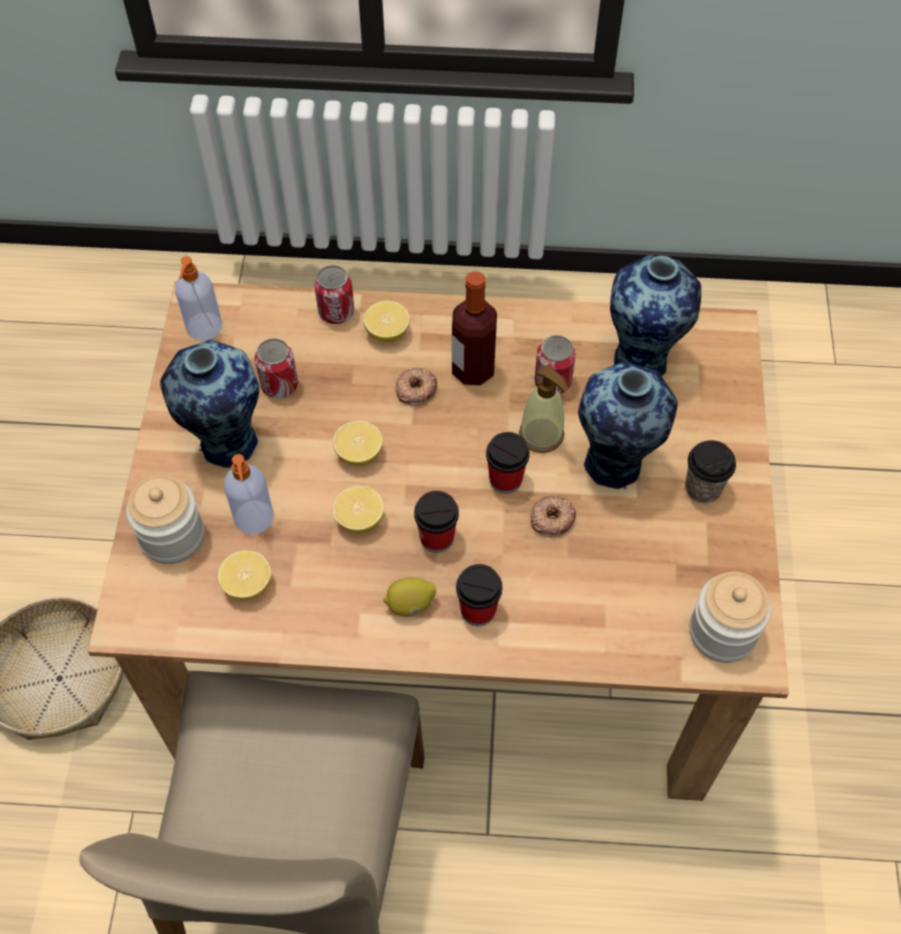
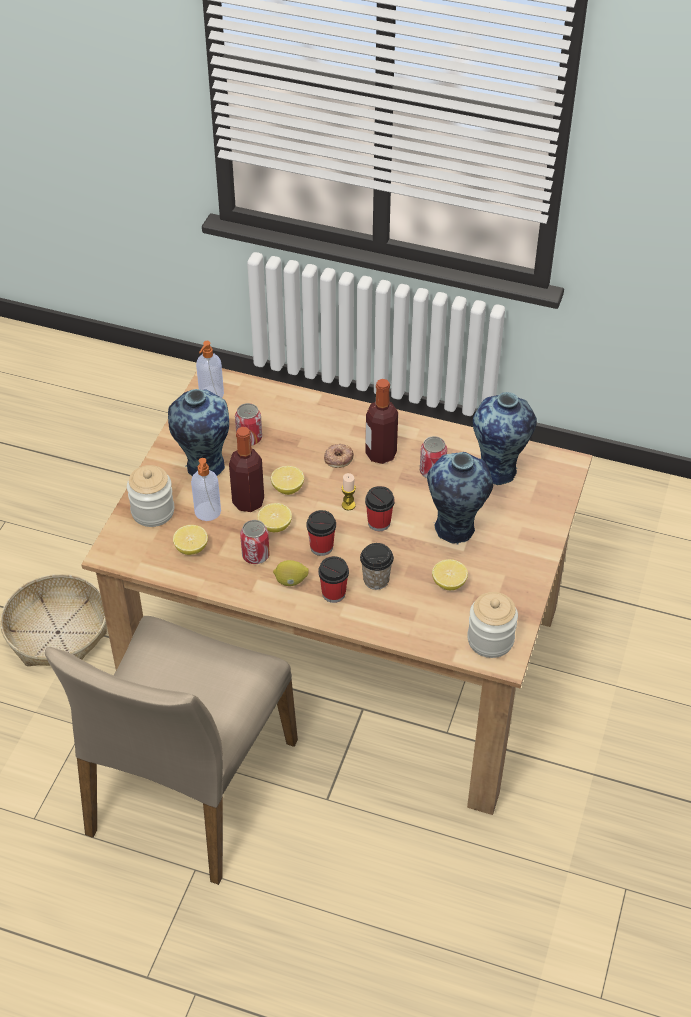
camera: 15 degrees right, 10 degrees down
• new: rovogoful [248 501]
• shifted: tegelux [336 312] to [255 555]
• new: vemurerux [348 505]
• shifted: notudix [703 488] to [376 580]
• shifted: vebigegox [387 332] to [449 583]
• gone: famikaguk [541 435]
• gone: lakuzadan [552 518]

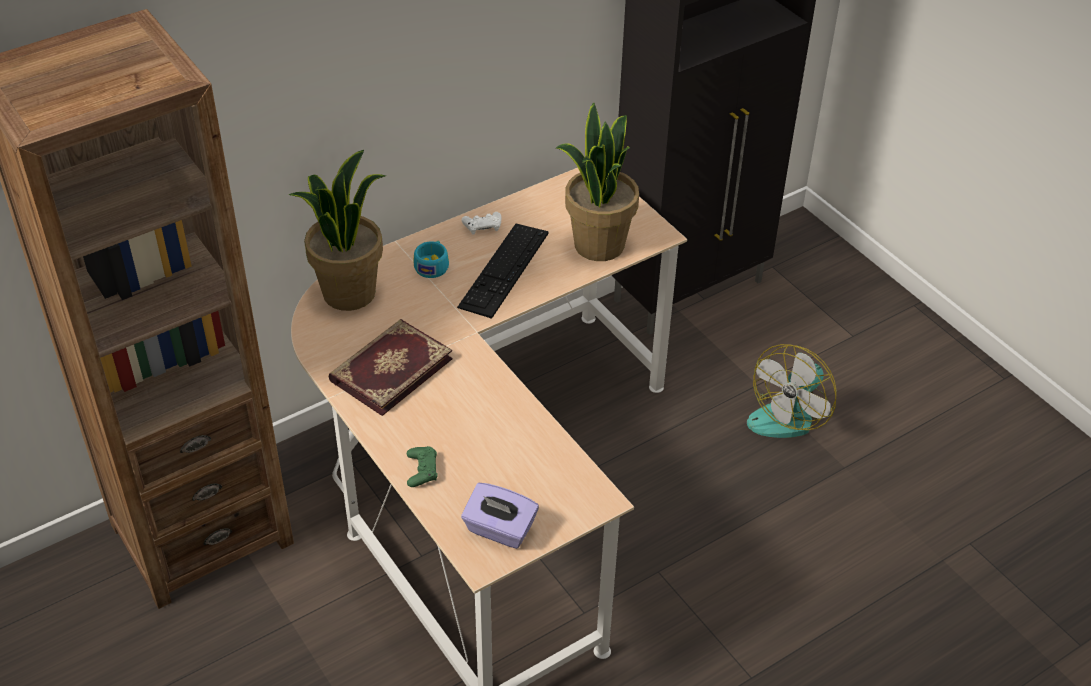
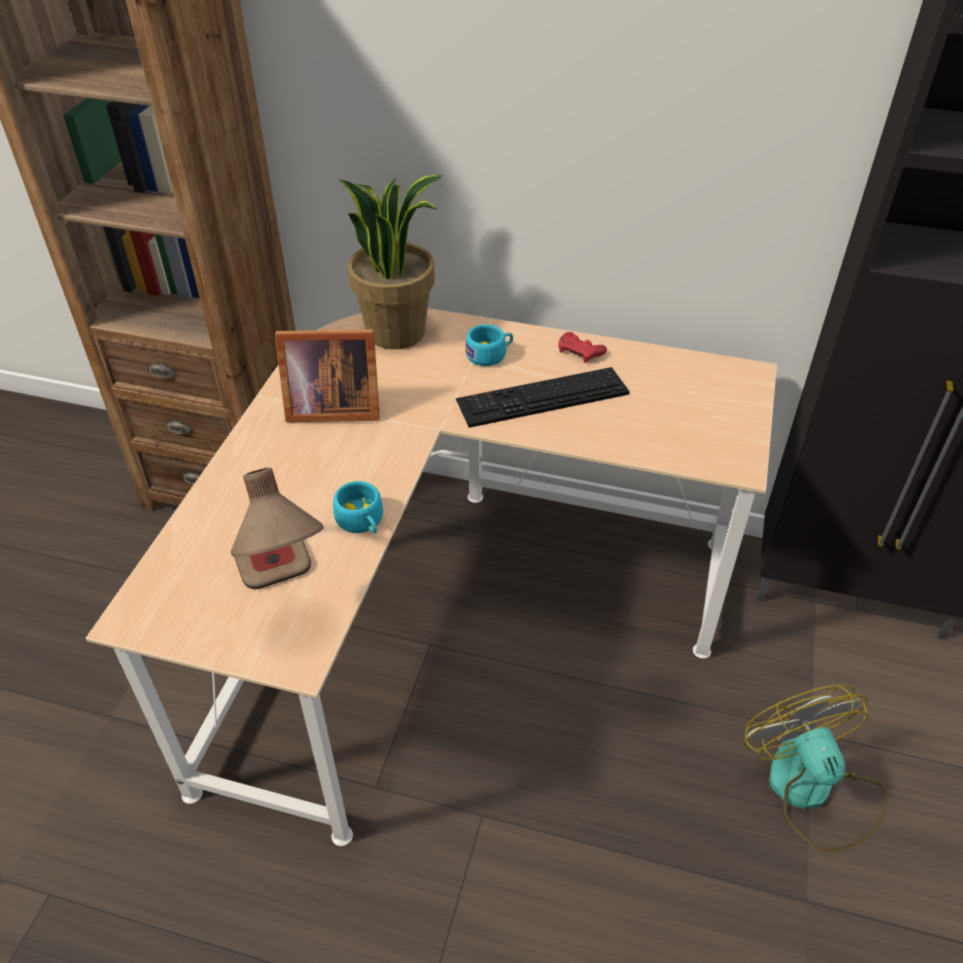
camera: 50 degrees right, 0 degrees up
• new: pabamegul [284 588]
• swapped: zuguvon [390 369] to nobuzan [330 407]
• new: notudix (turquoise) [362 522]
• repainted: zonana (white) [482 226] to zonana (red) [580 352]
• rotated: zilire [789 413] = [812 789] 75 degrees clockwise
• gone: zonana (green) [422 470]
• gone: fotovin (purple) [499 530]
• gone: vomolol [598 244]

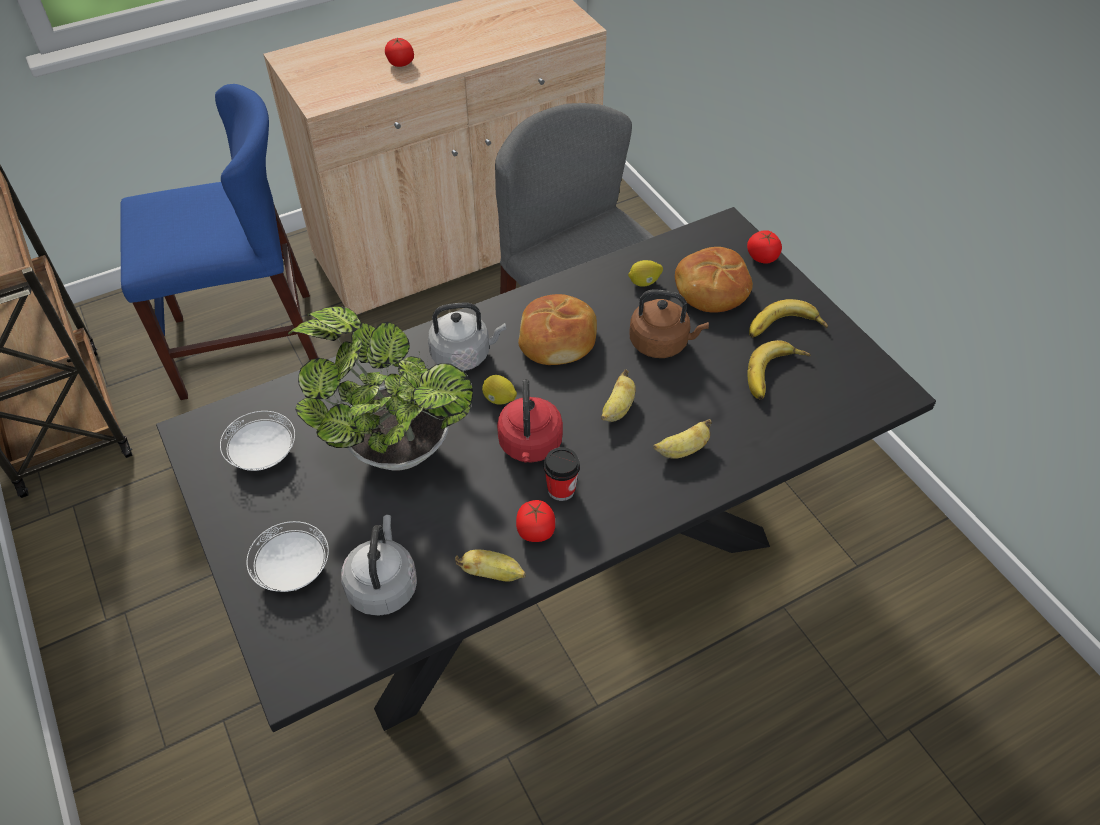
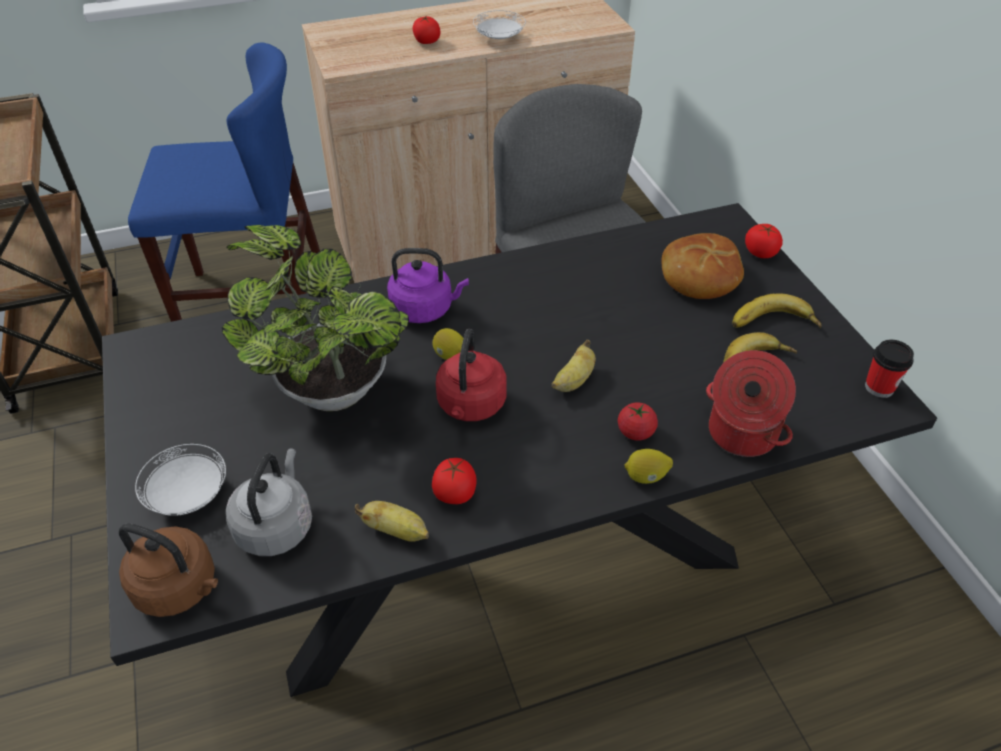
camera: 10 degrees right, 5 degrees down
• shifted: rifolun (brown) [661 343] to [180 588]
• repainted: rifolun (grey) [464 355] to rifolun (purple) [425 309]
• shifted: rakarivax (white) [263 454] to [499 38]
• swapped: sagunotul [682 450] to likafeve [635 432]
• shifted: vebigegox [644 282] to [646 477]
• new: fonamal [740 434]
• shifted: notudix [561 489] to [879 387]
• gone: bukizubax [558 339]

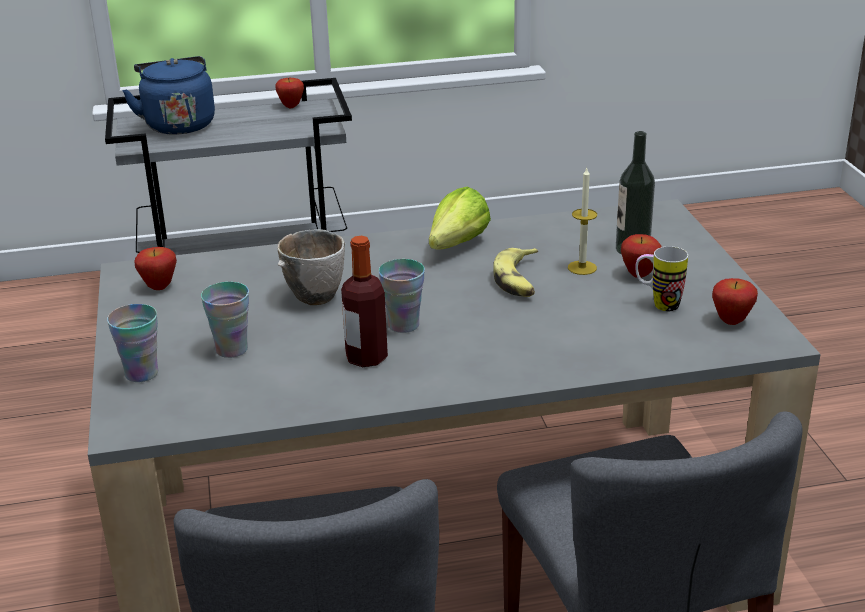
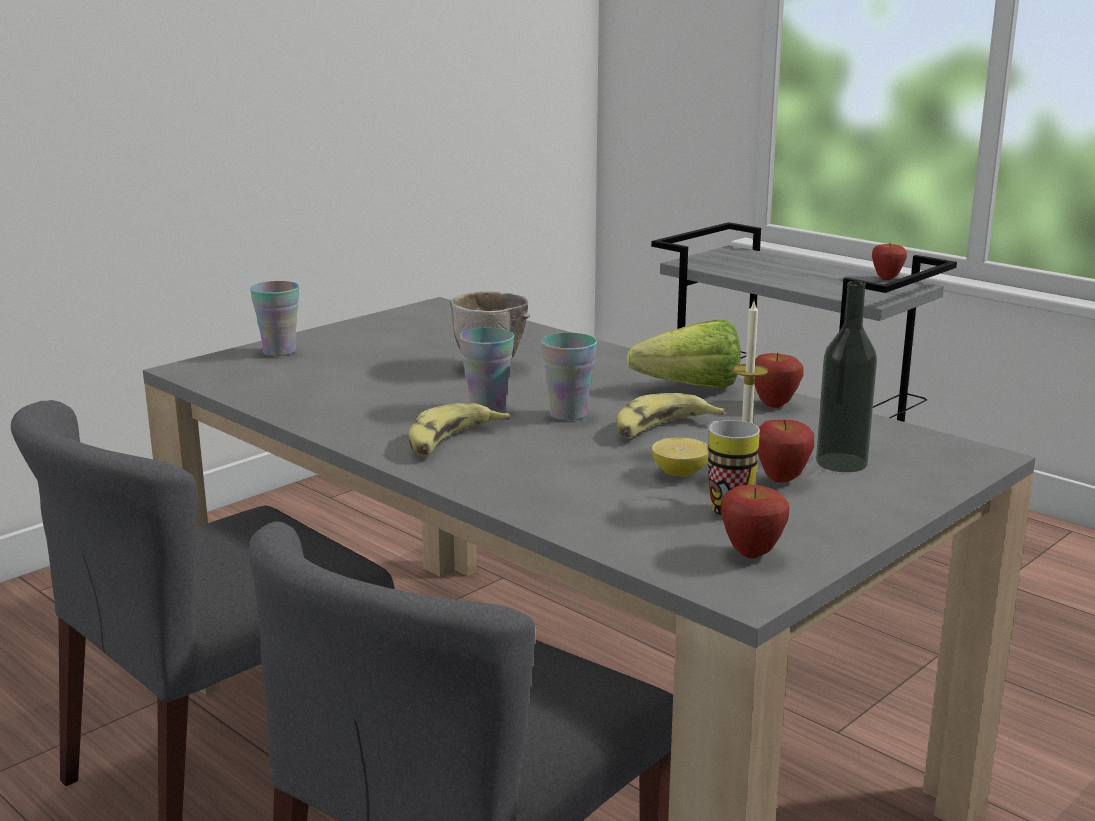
camera: 55 degrees right, 10 degrees down
• new: sagunotul [452 442]
• shifted: notudix [231 349] to [568 414]
• new: vebigegox [680 473]
• shifted: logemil [159 287] to [774 405]
• gone: rifolun (blue) [178 124]
• gone: rovogoful [366 358]

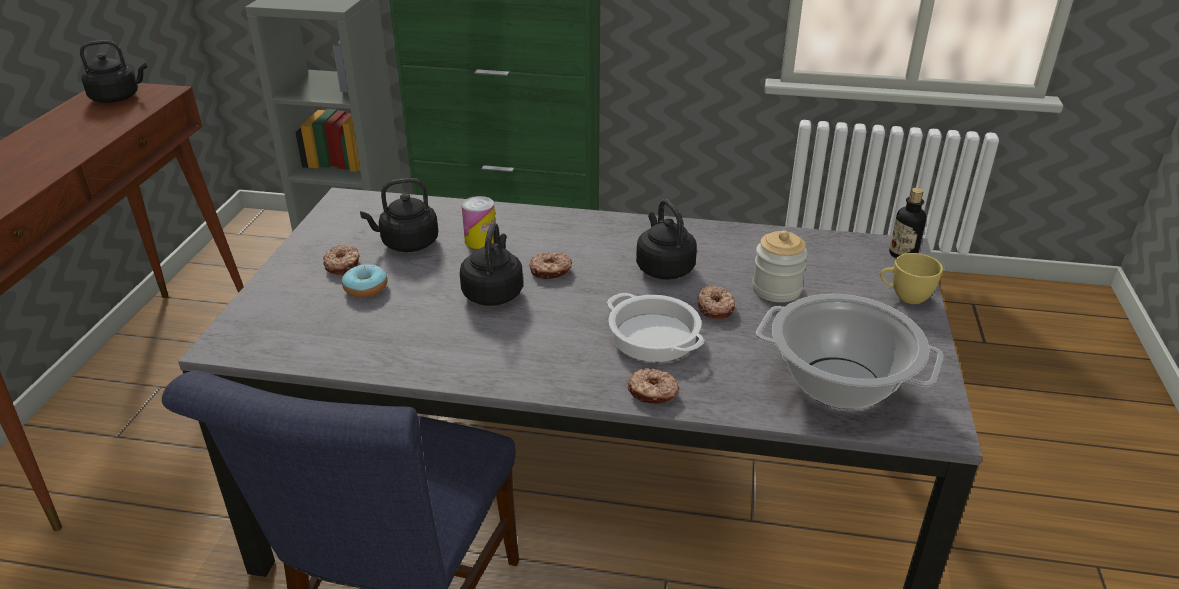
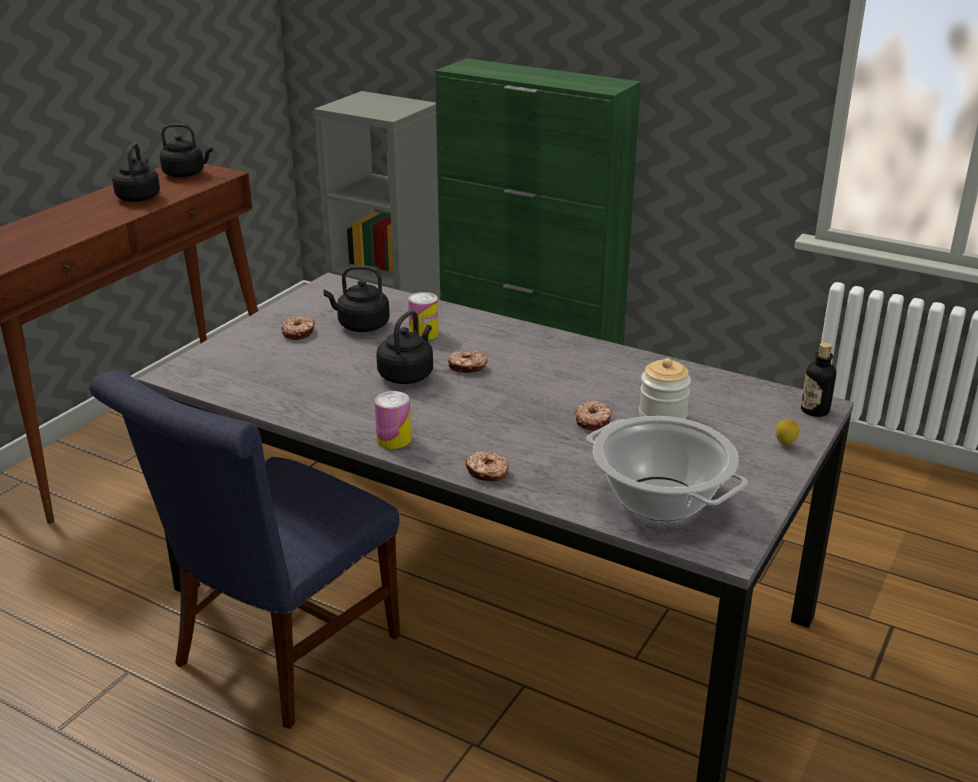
camera: 20 degrees right, 5 degrees down
• shifted: rifolun (black) [663 267] to [139 197]
• new: tegelux [394 439]
• swapped: notudix (yellow) [905 296] to vebigegox [785 445]
• gone: lakuzadan [366 288]
• gone: fonamal [655 336]

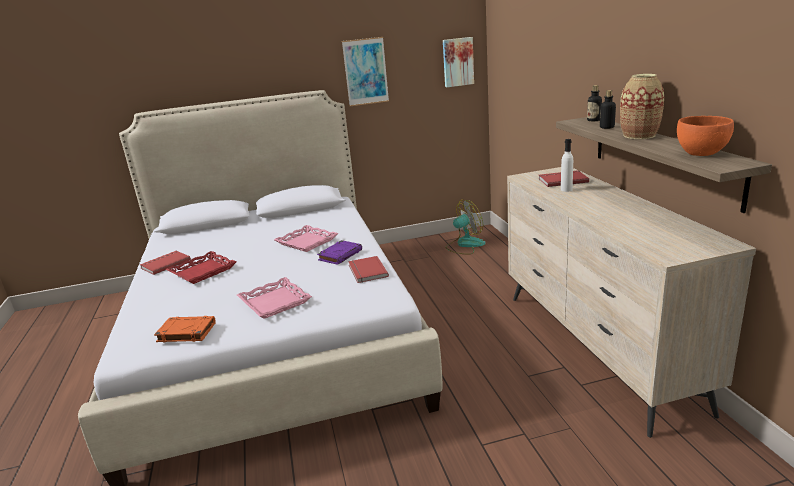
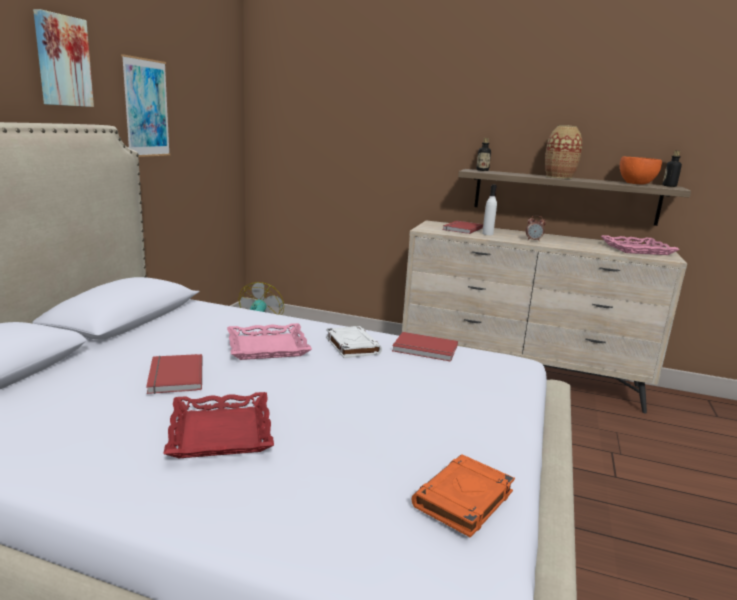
camera: 60 degrees left, 5 degrees down
• shifted: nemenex [457 62] to [62 61]
• shifted: zuguvon (red) [165 264] to [173 376]
• repainted: zuguvon (purple) [340 255] to zuguvon (white) [352 345]
• new: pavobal [533 240]
• shifted: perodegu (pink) [274 302] to [637 249]
• shifted: rovogoful [607 127] to [669 186]

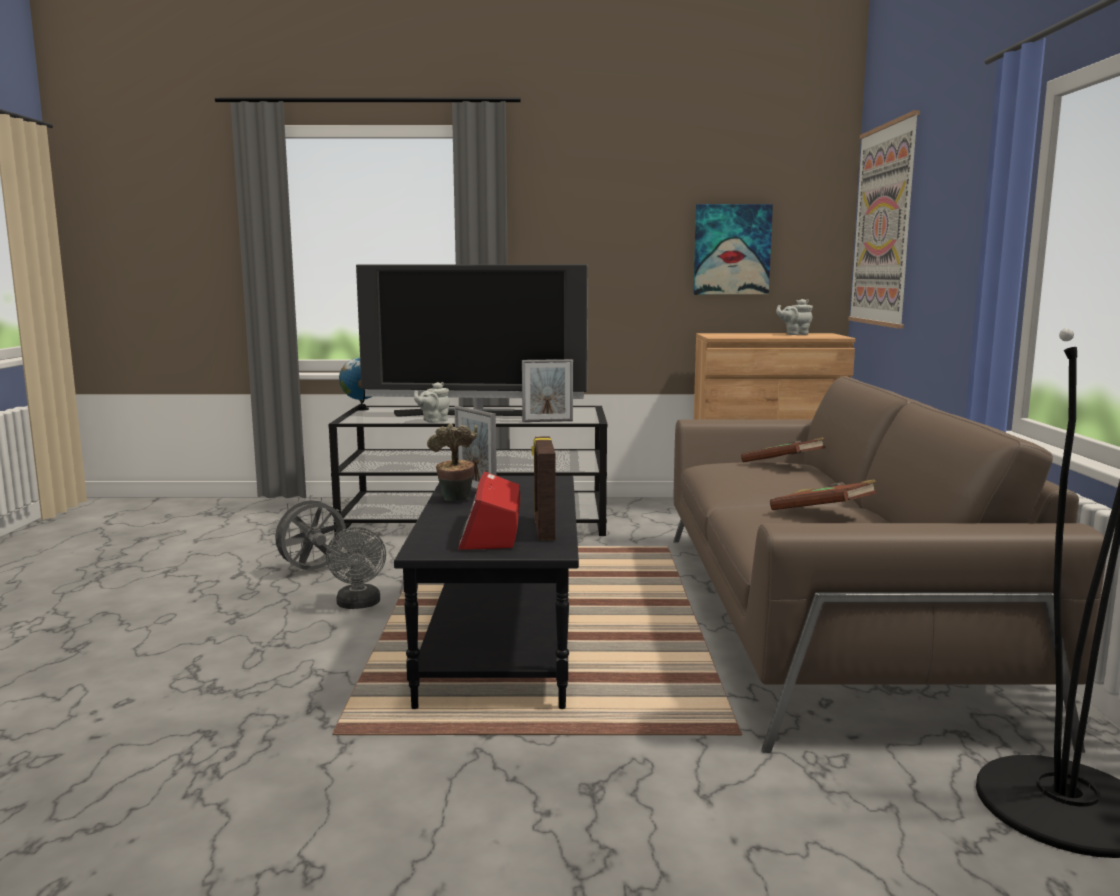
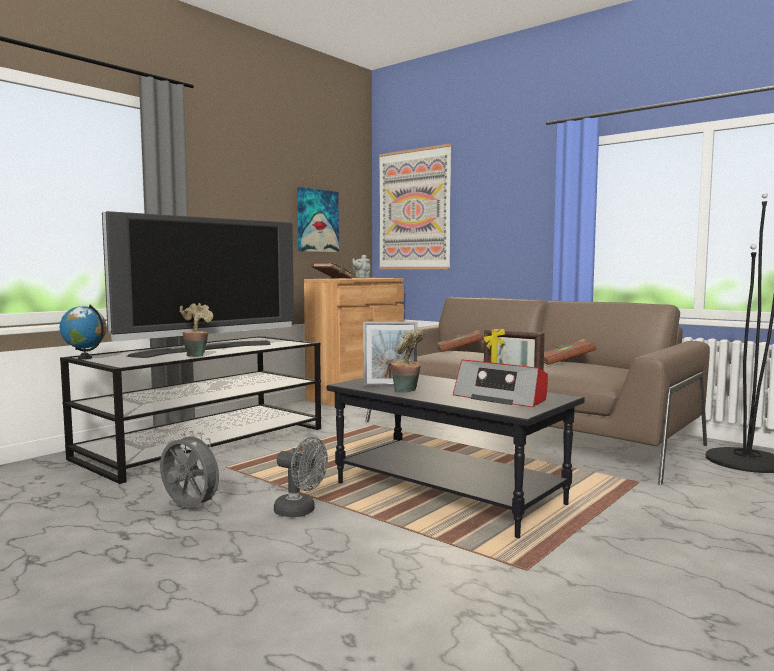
camera: 50 degrees left, 5 degrees down
• rotated: zilire (grey) [313 571] = [189 508] 120 degrees clockwise
• swapped: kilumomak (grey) [433 421] to vomolol [196 355]
• new: zuguvon (brown) [332 278]
• gone: nobuzan [547 421]

